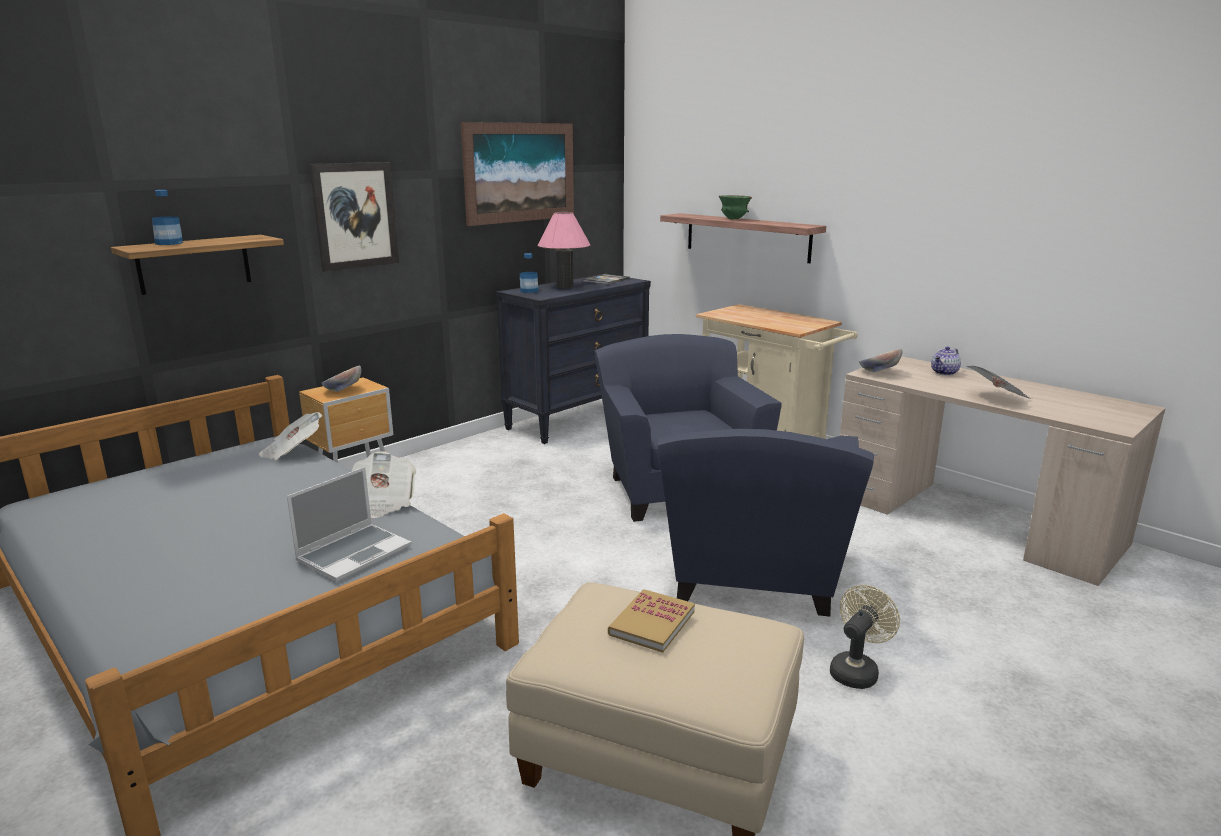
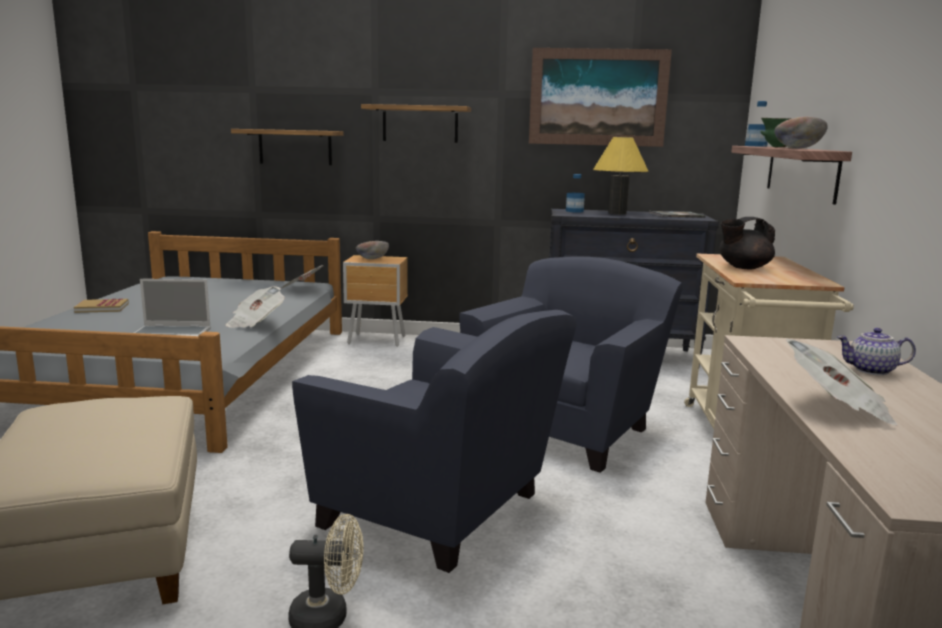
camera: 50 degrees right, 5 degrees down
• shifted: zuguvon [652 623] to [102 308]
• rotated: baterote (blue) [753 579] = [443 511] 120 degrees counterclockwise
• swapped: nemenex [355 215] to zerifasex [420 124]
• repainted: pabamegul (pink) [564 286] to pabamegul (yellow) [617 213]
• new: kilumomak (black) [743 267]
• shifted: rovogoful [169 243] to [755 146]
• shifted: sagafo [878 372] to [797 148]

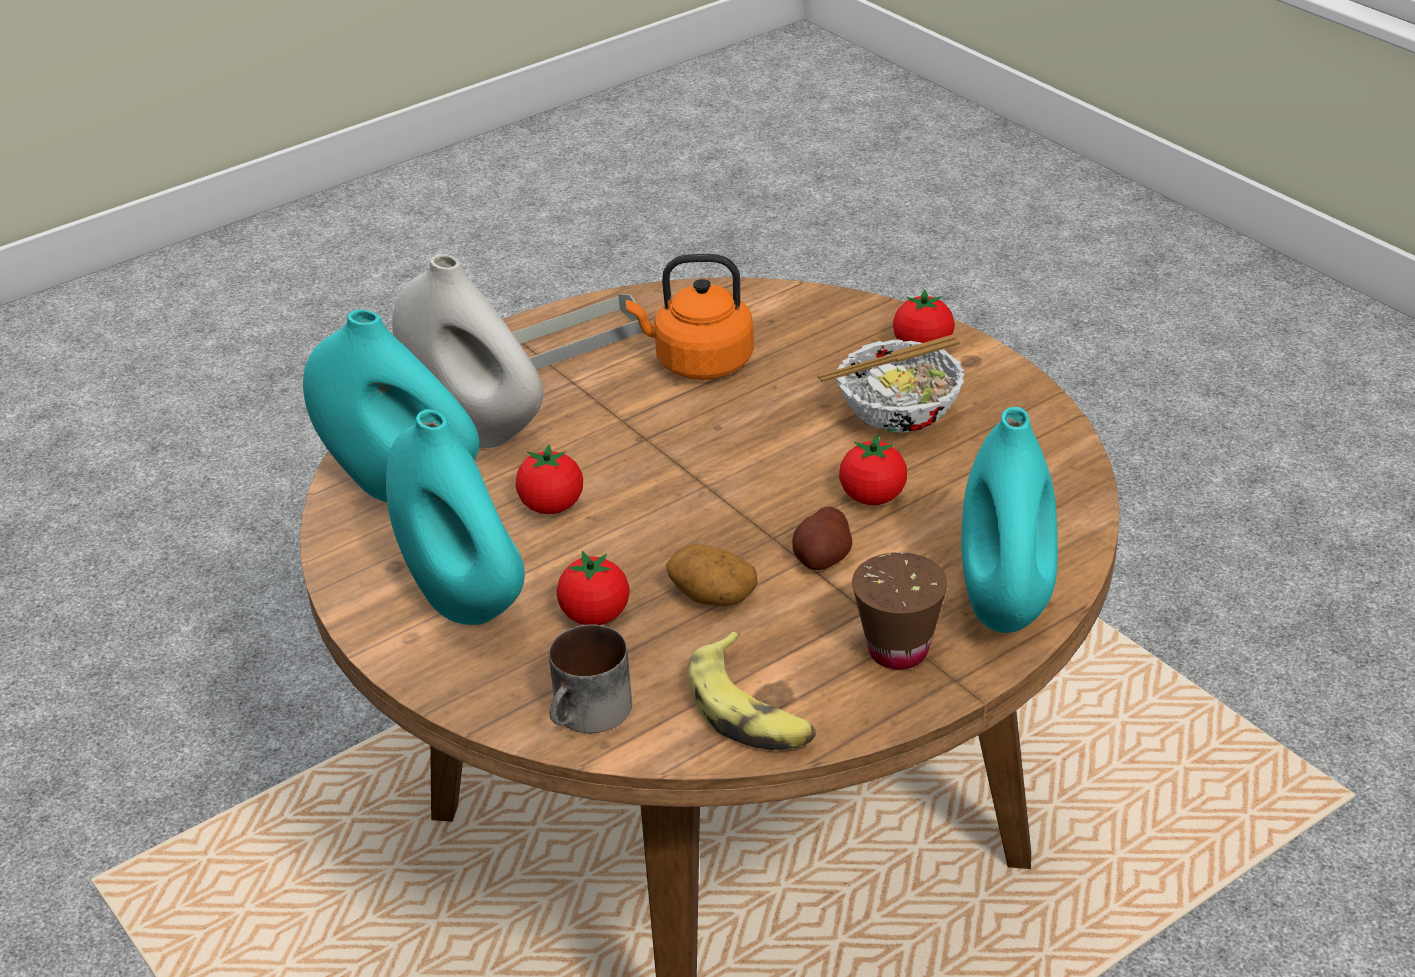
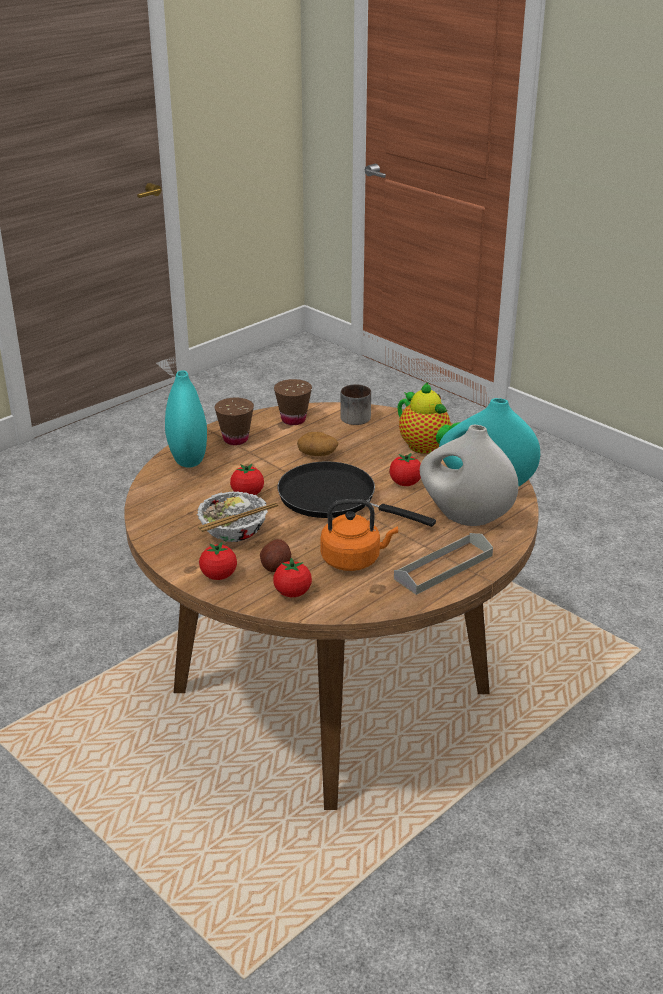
camera: 170 degrees right, 5 degrees down
• shifted: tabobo [823 558] to [275 566]
• shifted: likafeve [595 616] to [292 593]
• swapped: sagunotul [751 710] to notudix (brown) [293 420]
• new: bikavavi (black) [334 498]
• swapped: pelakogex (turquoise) [465 598] to kilumomak [426 447]

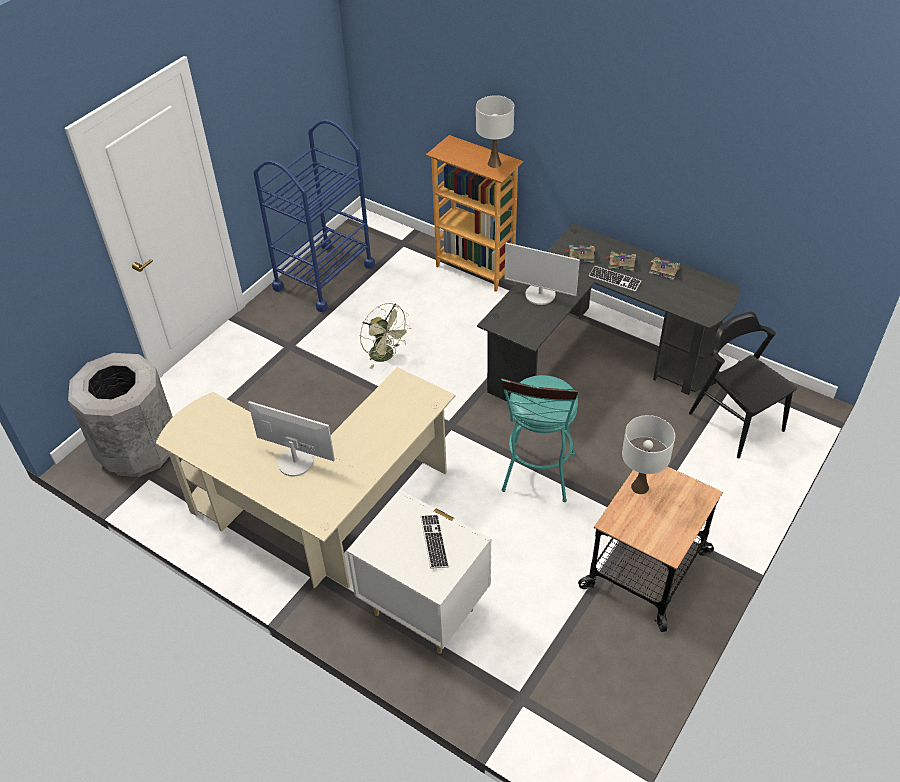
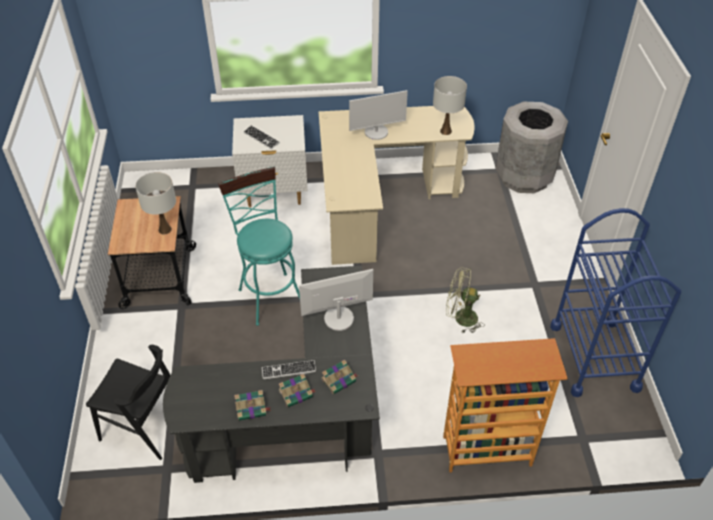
camera: 140 degrees right, 0 degrees up
• shifted: pabamegul (white) [494 163] to [446 131]

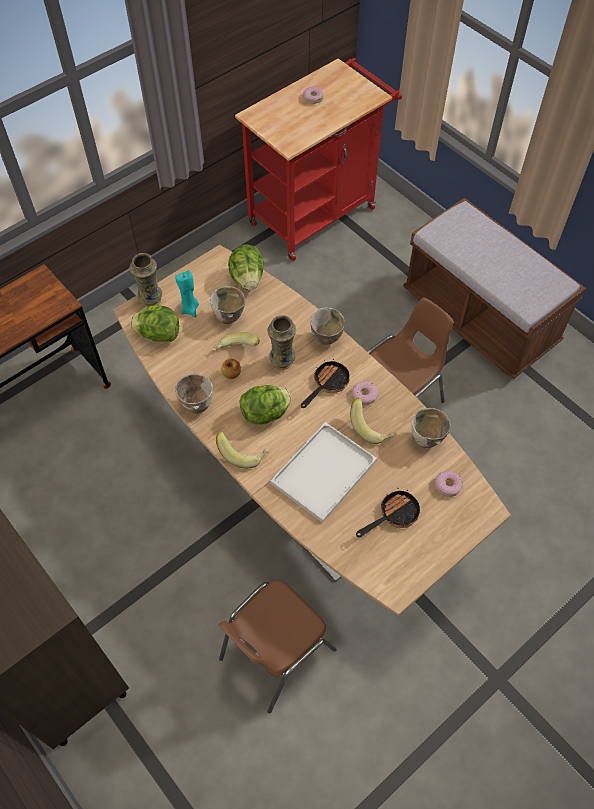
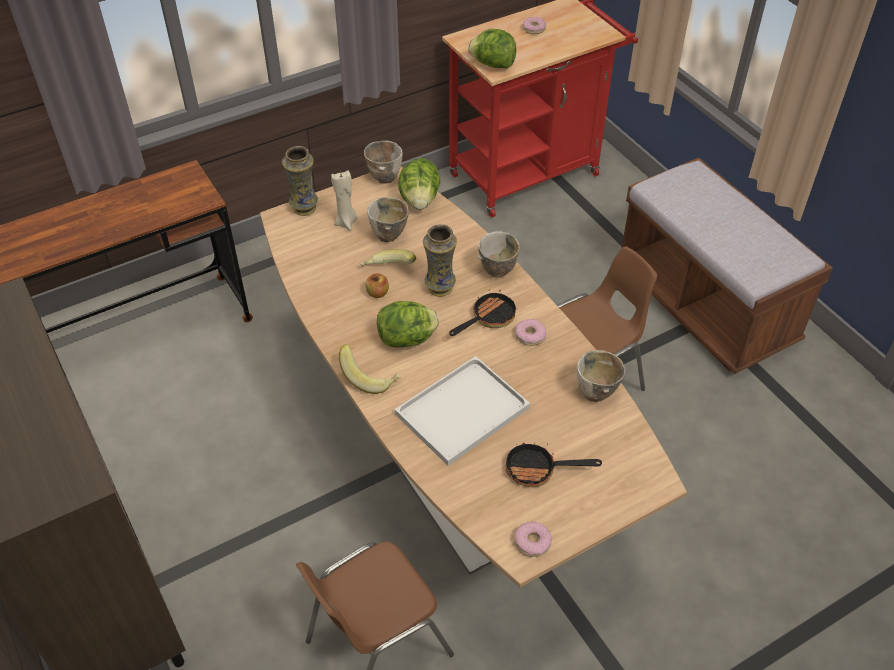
camera: 10 degrees right, 10 degrees down
• repainted: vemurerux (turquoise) [190 309] to vemurerux (beige) [346 222]
• shifted: sagafo [198 404] to [385 177]
• shifted: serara [158 334] to [492 65]
• rotated: bikavavi [393 515] = [538 470] 150 degrees counterclockwise
• shifted: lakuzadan [447 485] to [532 542]
• gone: sagunotul [371 428]

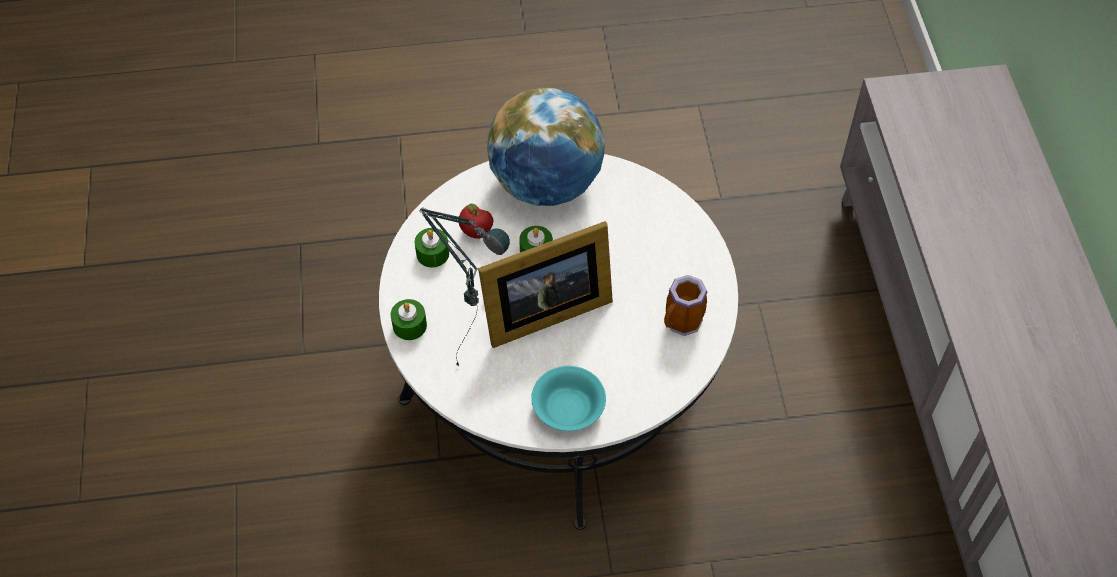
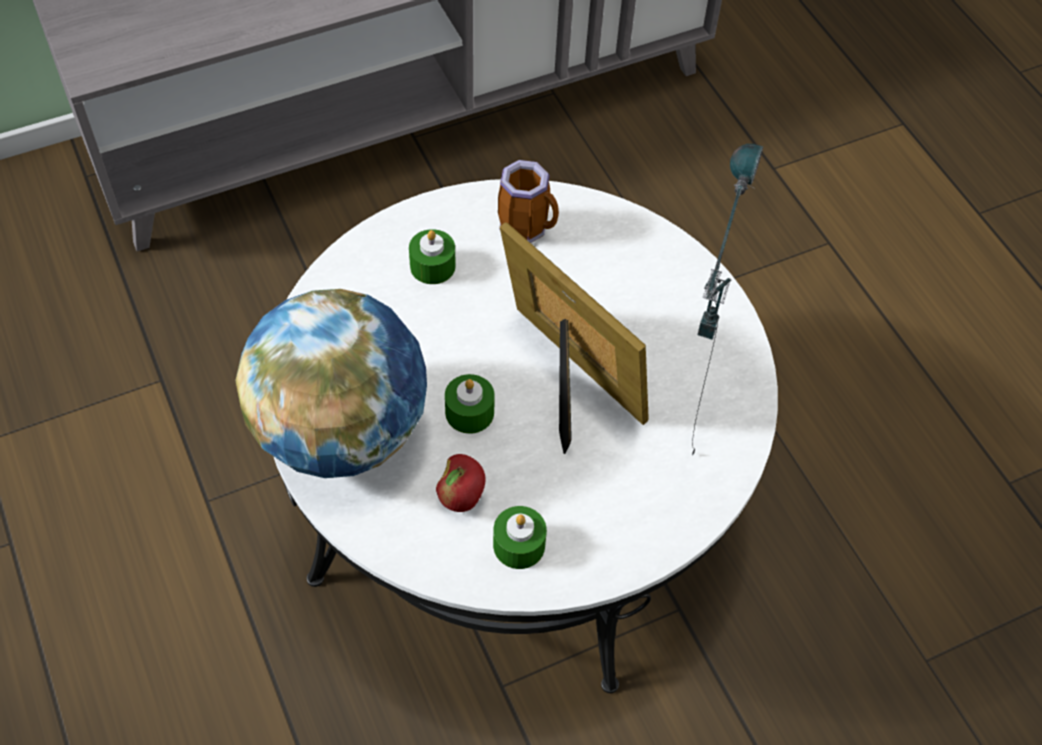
camera: 110 degrees left, 0 degrees up
• shifted: vemurerux (green) [409 325] to [432 266]
• gone: sagafo (turquoise) [567 408]

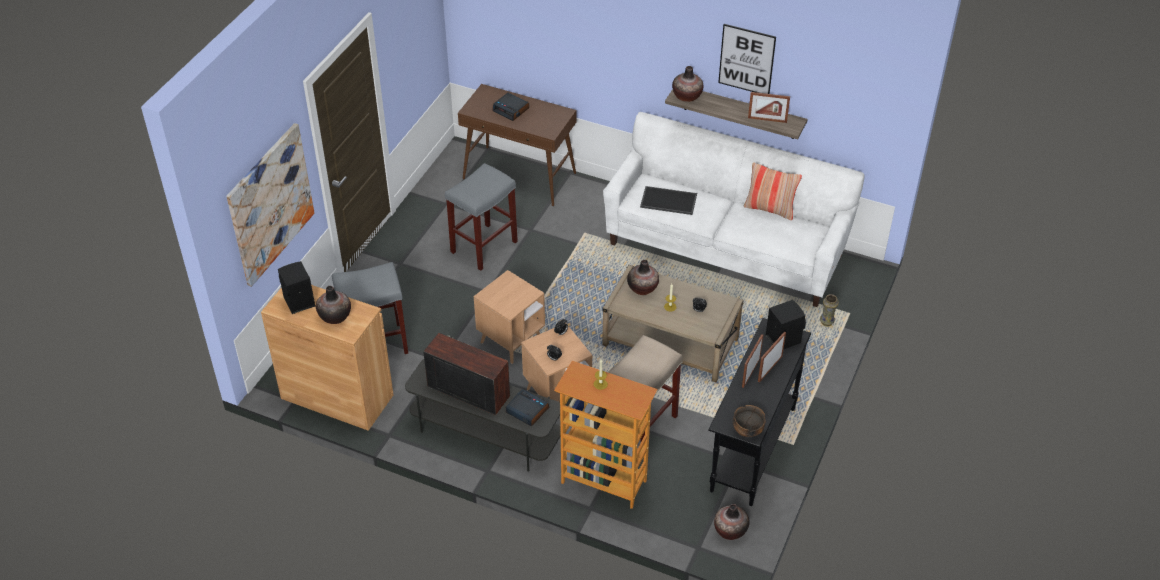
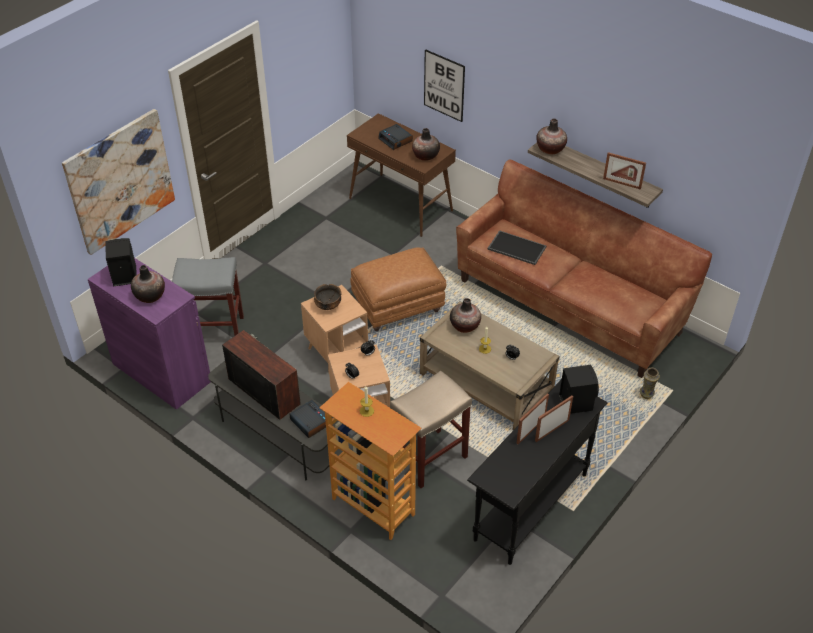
camera: 15 degrees right, 0 degrees up
• repainted: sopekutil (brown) [337 397] to sopekutil (purple) [162 372]
• shifted: sagafo [747 430] to [328 306]
• new: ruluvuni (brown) [398 306]
• shifted: pelakogex [730 530] to [425 156]
• shifted: nemenex [746 59] to [444 85]
• repainted: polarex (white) [725 250] to polarex (brown) [568 306]
• gone: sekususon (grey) [483 247]
• gone: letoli [770 209]

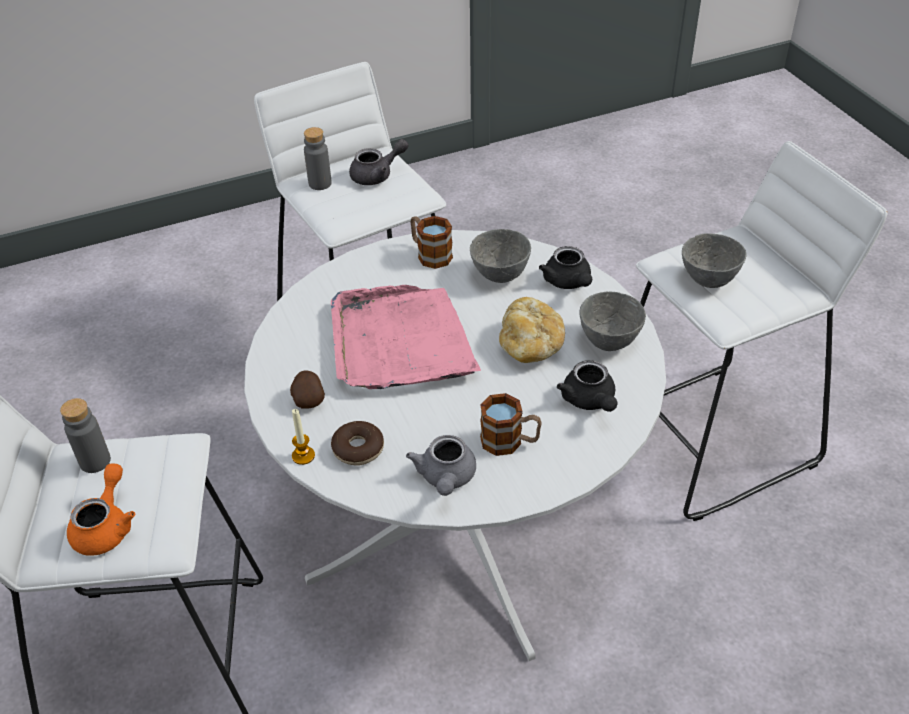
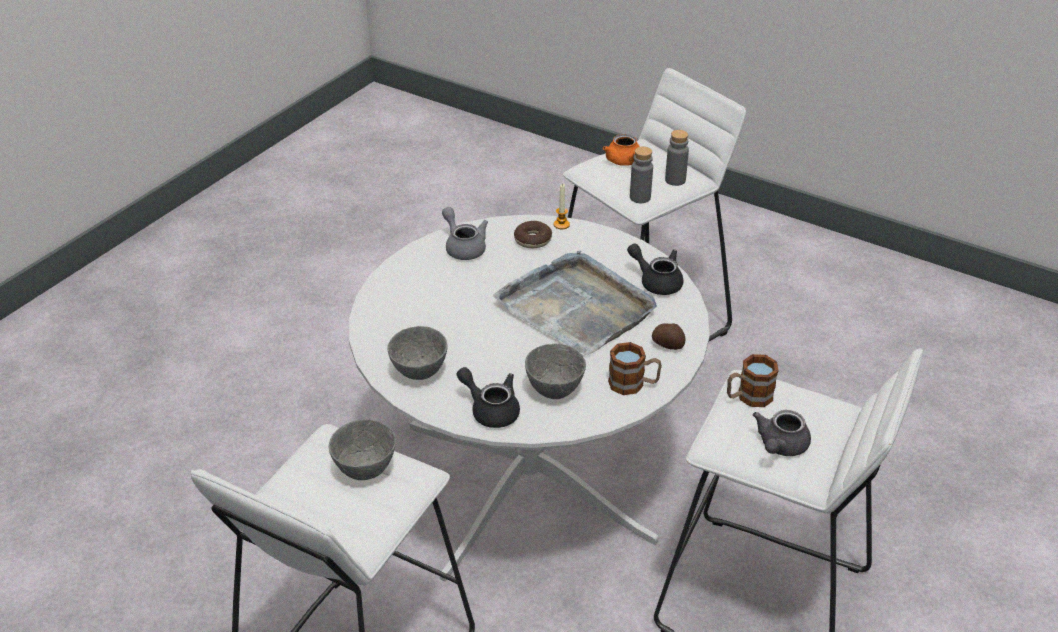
camera: 145 degrees right, 5 degrees down
• repainted: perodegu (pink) [400 342] to perodegu (grey) [577 307]
• shifted: kilumomak (black) [590 401] to [656 281]
• shifted: rovogoful (grey) [320 183] to [640 197]
• shifted: tabobo [308 399] to [668 345]
• shifted: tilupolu [510 441] to [748 397]
• gone: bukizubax [530 345]

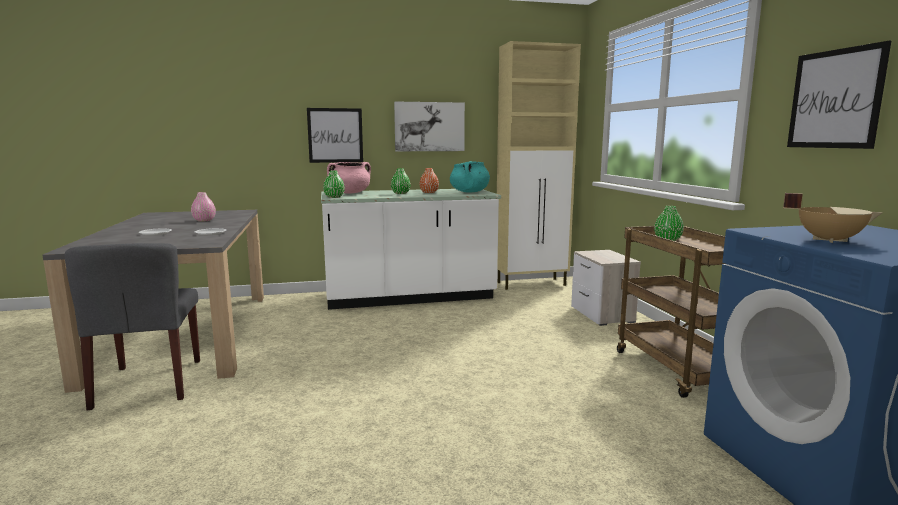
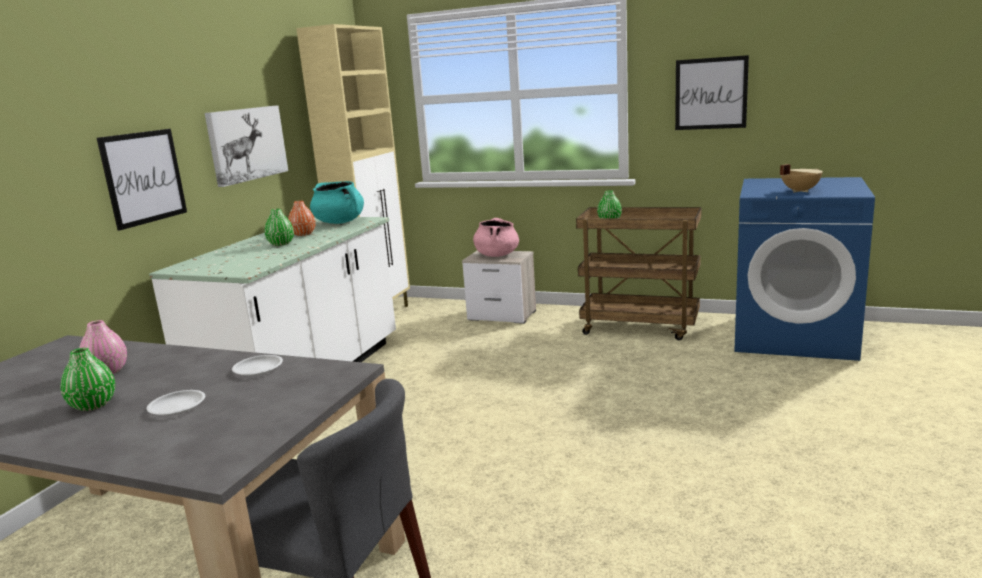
camera: 55 degrees left, 5 degrees up
• shifted: pelakogex (green) [334 197] to [93 405]
• shifted: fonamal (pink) [349 193] to [497 255]

